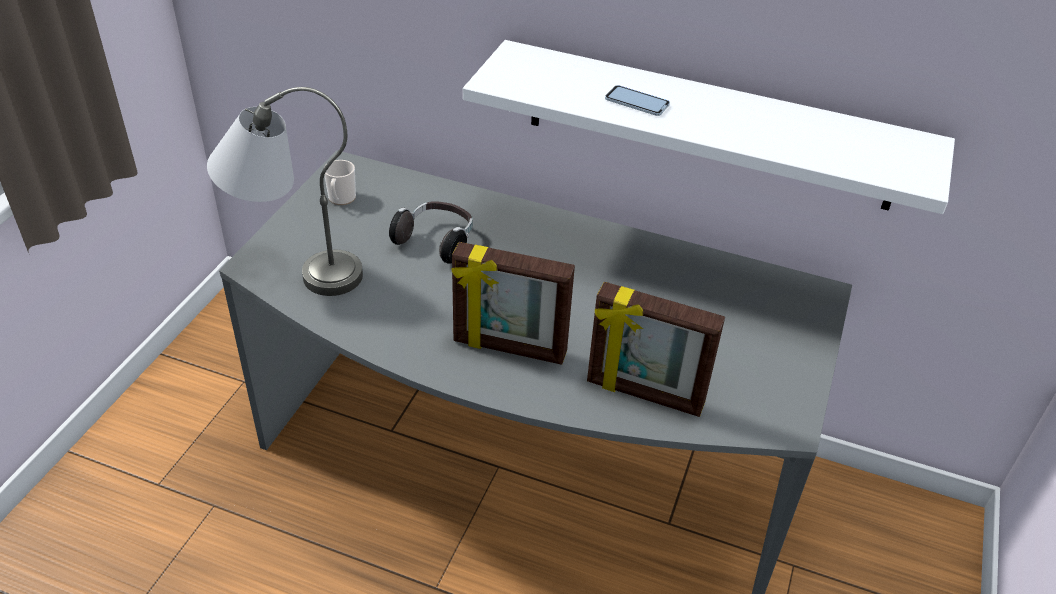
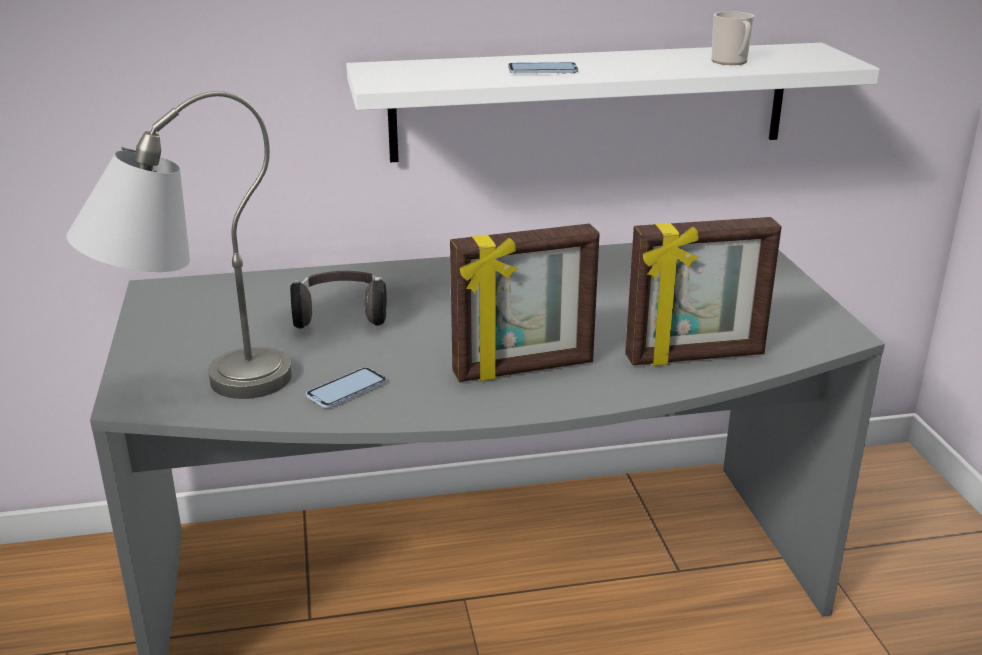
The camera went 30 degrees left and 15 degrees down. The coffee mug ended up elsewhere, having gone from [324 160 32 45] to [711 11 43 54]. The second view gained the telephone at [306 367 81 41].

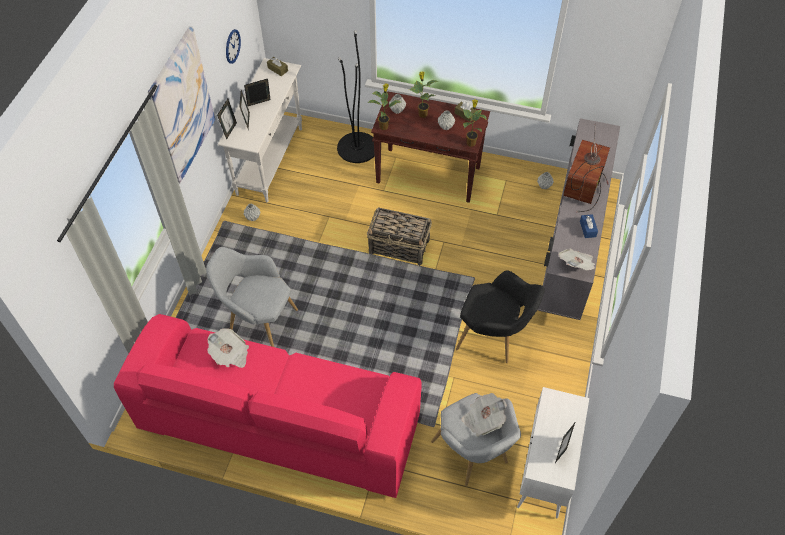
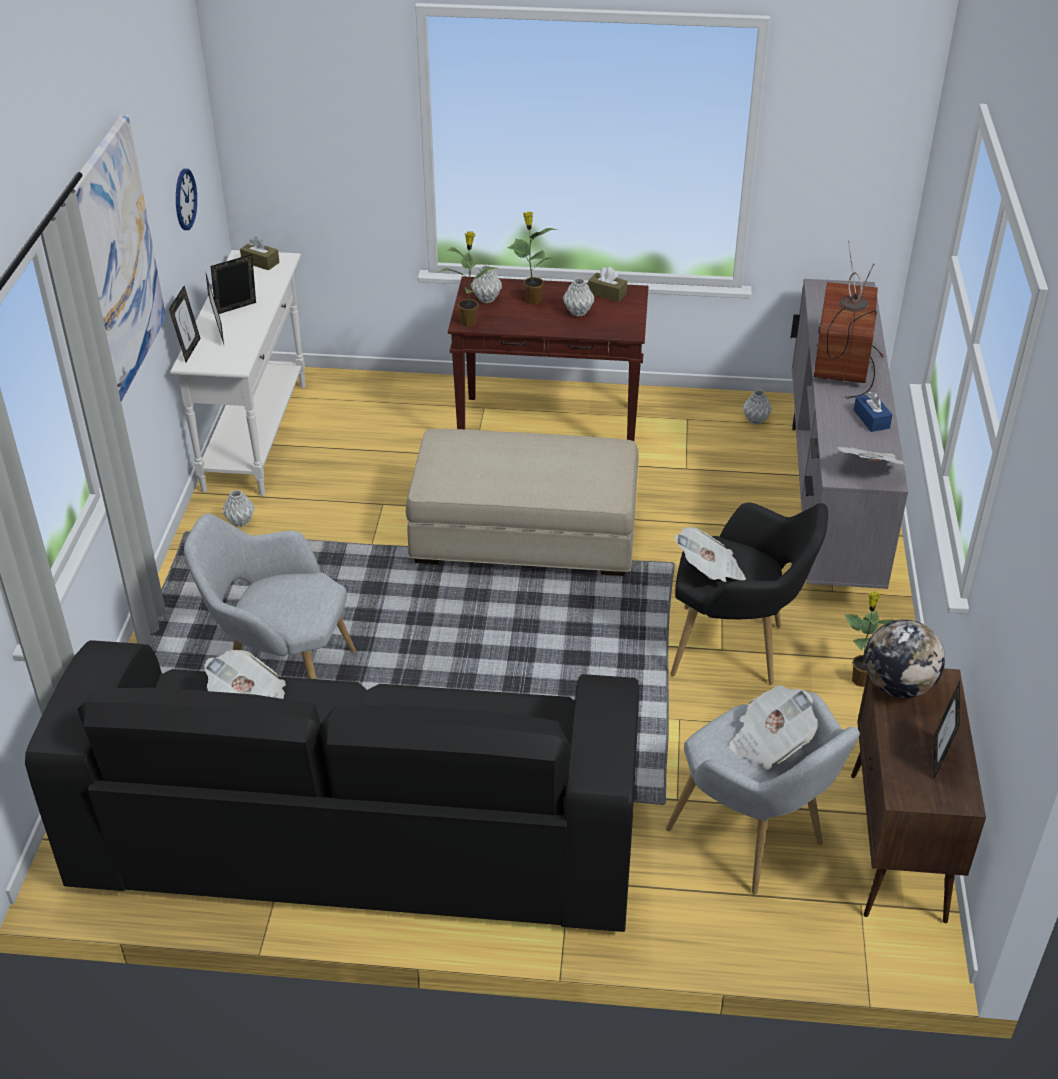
The camera went 10 degrees left and 15 degrees down. The second view lost the black-coloured floor lamp at [337 30 38 133]. The plant in a pot ended up elsewhere, having gone from [463 99 24 48] to [844 591 51 96]. Where the household basket stood at [367 207 65 59], the sand-coloured ottoman came to stand at [406 429 232 147]. What was the pink couch at [114 314 308 184] turned into the black-coloured couch at [25 640 614 292]. What was the whitish cabinet at [517 387 72 132] turned into the brown-coloured cabinet at [851 668 135 255]. The second view gained the daily paper at [674 527 72 55]. The second view gained the desk globe at [865 619 80 79].

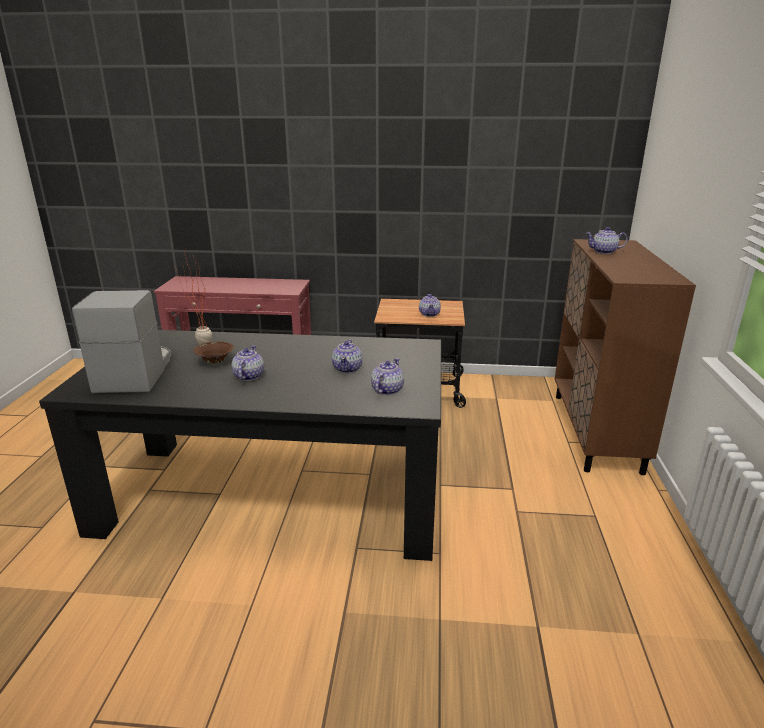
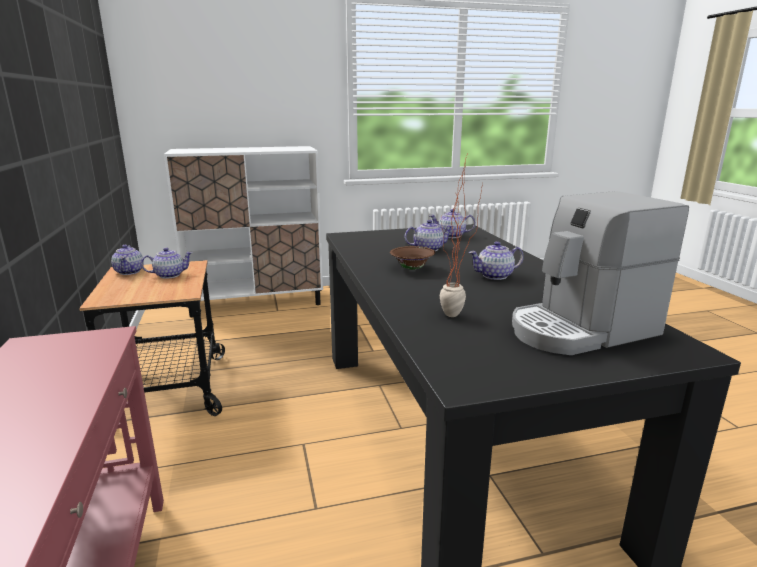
The camera went 110 degrees left and 5 degrees down. The teapot ended up elsewhere, having gone from [586 227 42 27] to [111 245 33 30]. What was the brown-coloured cabinet at [555 239 141 236] turned into the whitish cabinet at [164 146 159 171]. The brown-coloured bowl ended up elsewhere, having gone from [193 341 41 23] to [390 246 45 24].

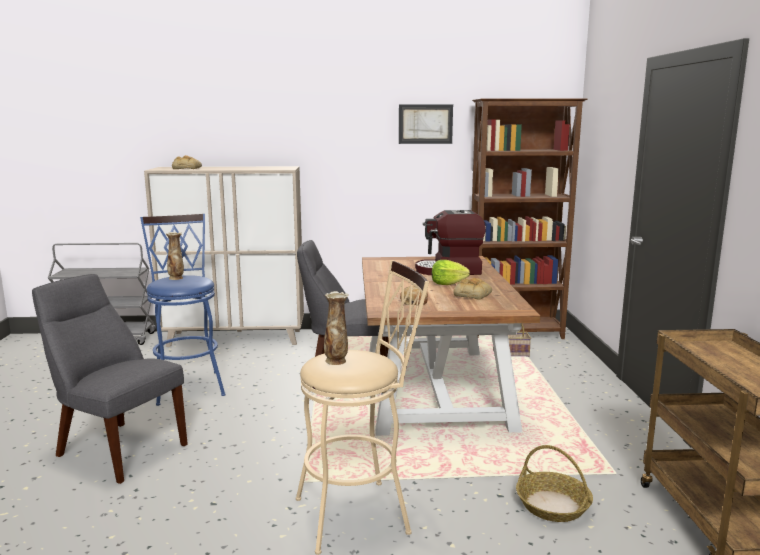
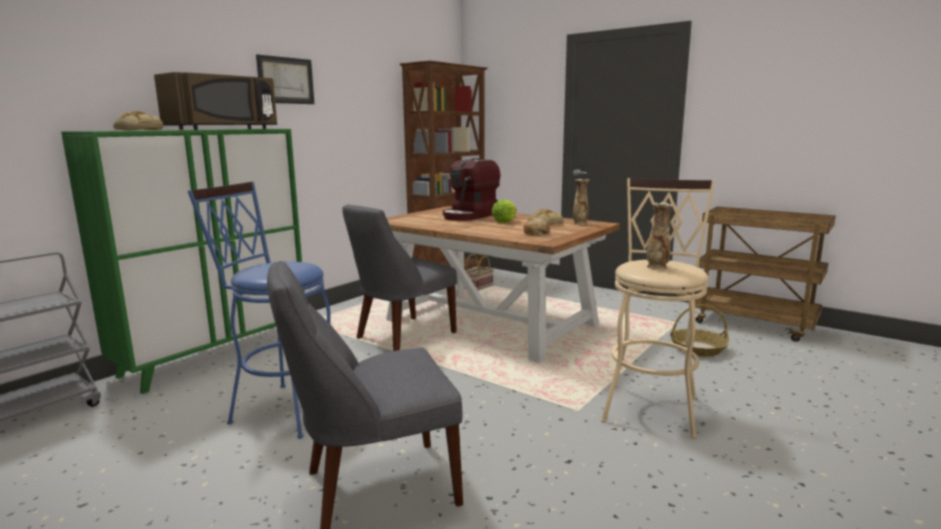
The camera went 50 degrees left and 0 degrees up. The wall picture ended up elsewhere, having gone from [399 104 54 40] to [256 54 58 50]. What was the sand-coloured cabinet at [144 166 160 181] turned into the greenish cabinet at [61 129 244 265]. The flower vase ended up elsewhere, having gone from [166 232 18 48] to [573 179 16 46]. The second view gained the brown-coloured kitchen microwave at [154 72 123 58].

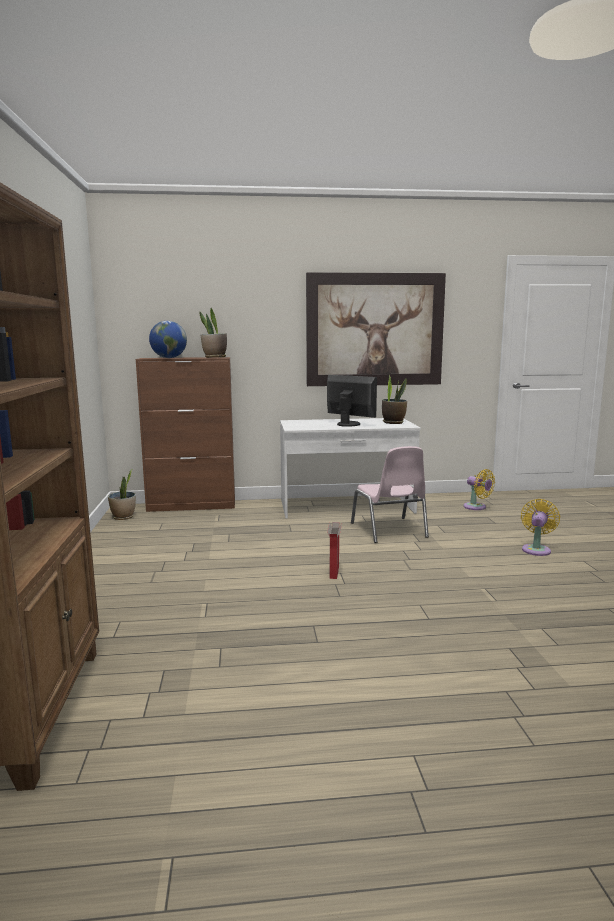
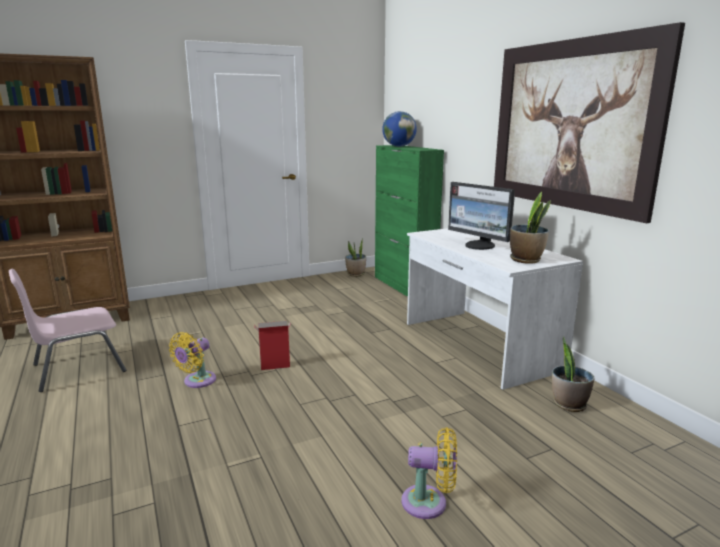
The camera went 70 degrees right and 5 degrees up. The plant in a pot ended up elsewhere, having gone from [199 308 28 50] to [552 337 42 75]. What was the brown-coloured cabinet at [136 357 99 155] turned into the greenish cabinet at [375 145 69 152]. The computer display at [327 375 50 52] ended up facing another way, 120 degrees clockwise from before. The pink plain chair ended up elsewhere, having gone from [351 446 78 97] to [9 269 117 123]. The yellow fan ended up elsewhere, having gone from [463 469 32 41] to [169 332 47 56].

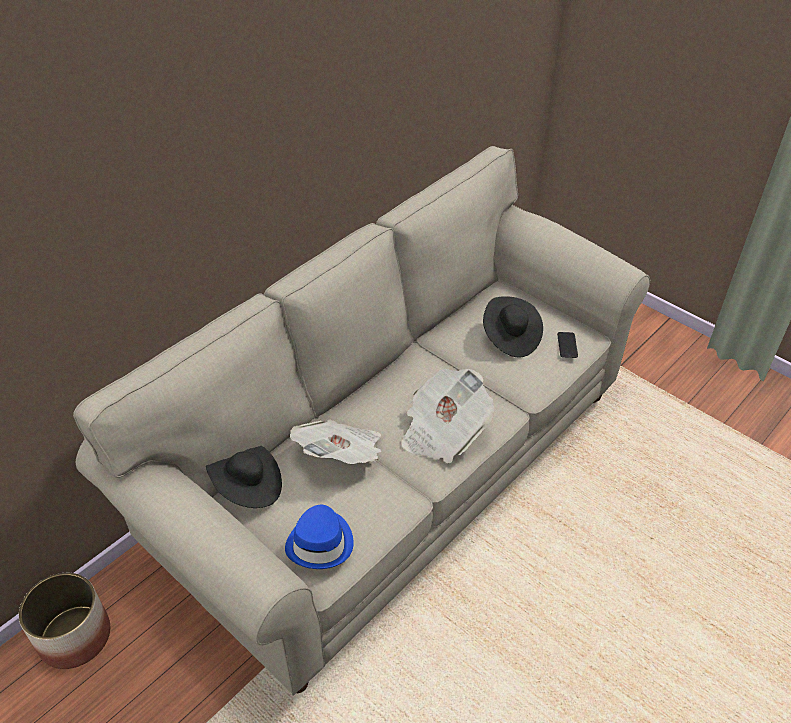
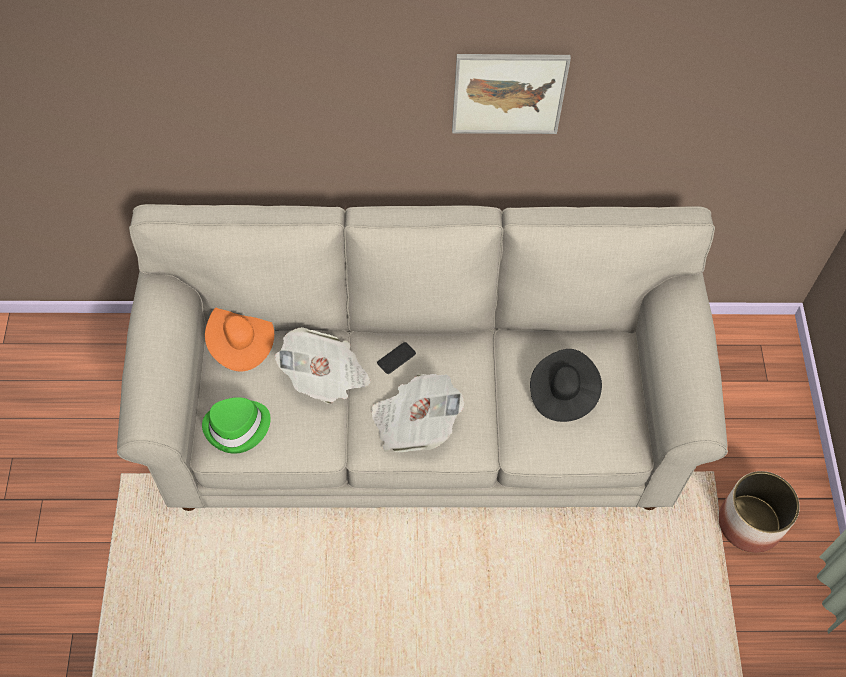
The camera went 45 degrees right and 15 degrees up. The telephone ended up elsewhere, having gone from [557 332 21 26] to [377 342 39 32]. What was the black-coloured hat at [206 446 76 62] turned into the orangey hat at [205 307 69 65]. What was the blue hat at [285 505 69 64] turned into the greenish hat at [202 397 69 57]. The flower pot ended up elsewhere, having gone from [19 573 91 96] to [719 471 81 82]. The second view gained the wall picture at [452 54 119 80].

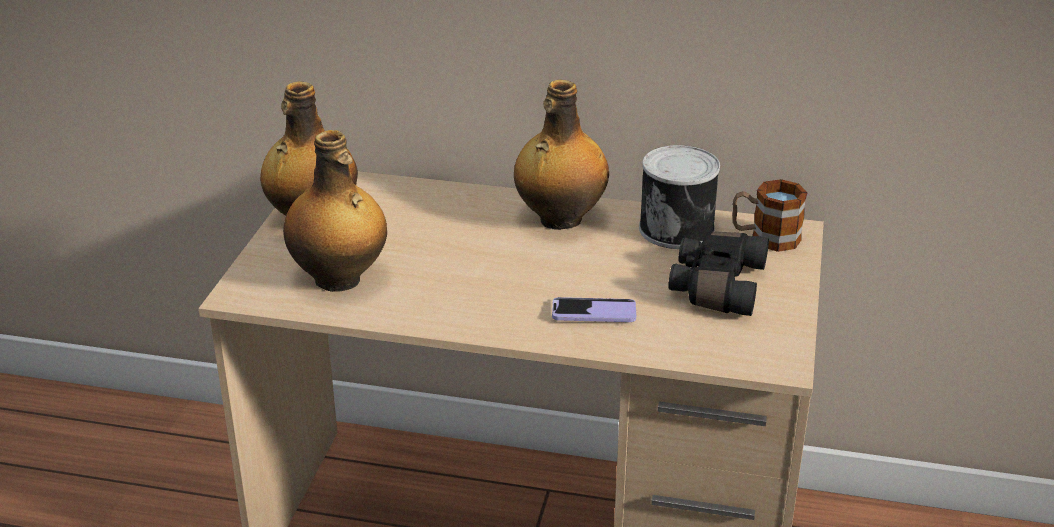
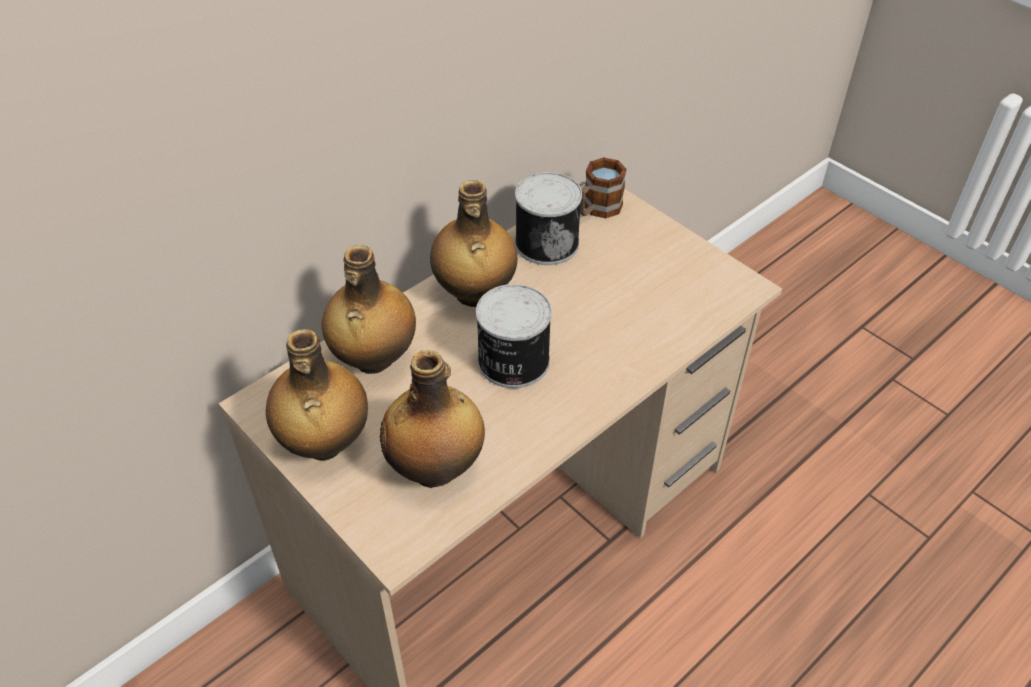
The camera went 55 degrees left and 15 degrees up. The second view lost the black-coloured binoculars at [668 231 101 85]. The second view lost the telephone at [552 297 84 25]. The second view gained the beverage bottle at [322 245 94 129]. The second view gained the sealed can at [476 284 76 104].

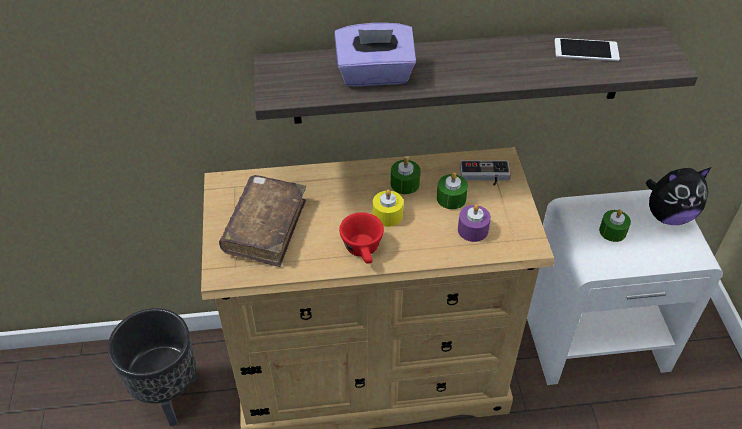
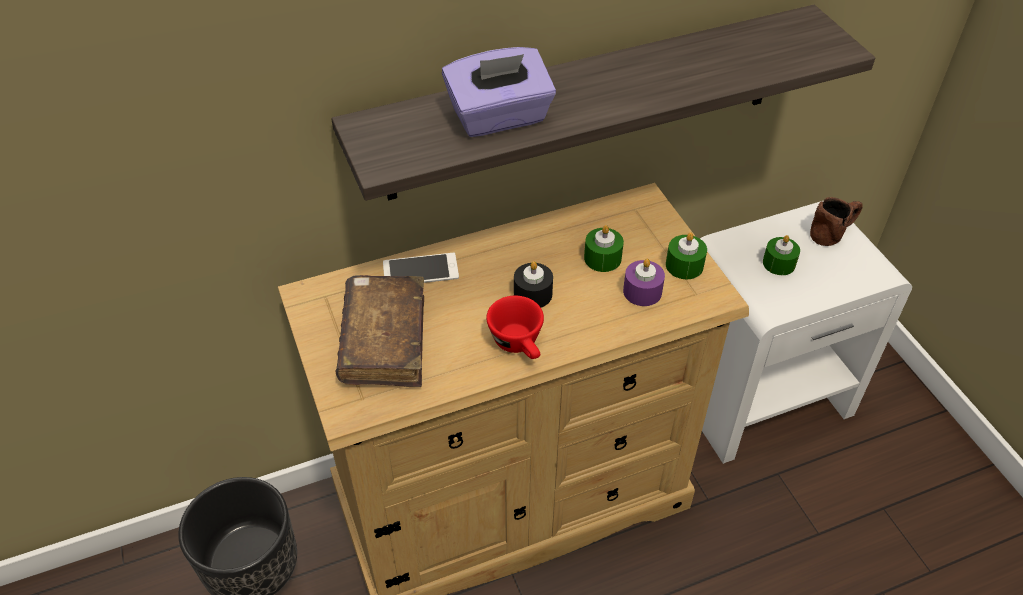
The camera went 15 degrees left and 0 degrees up. The telephone ended up elsewhere, having gone from [555 38 65 23] to [383 253 76 30]. The greenish candle ended up elsewhere, having gone from [391 158 29 36] to [666 232 41 47]. The second view lost the gamepad at [460 160 51 26]. Where the soft toy stood at [645 167 67 58], the brown-coloured coffee mug came to stand at [810 197 53 49]. What was the yellow candle at [373 190 30 37] turned into the black-coloured candle at [514 261 39 46].

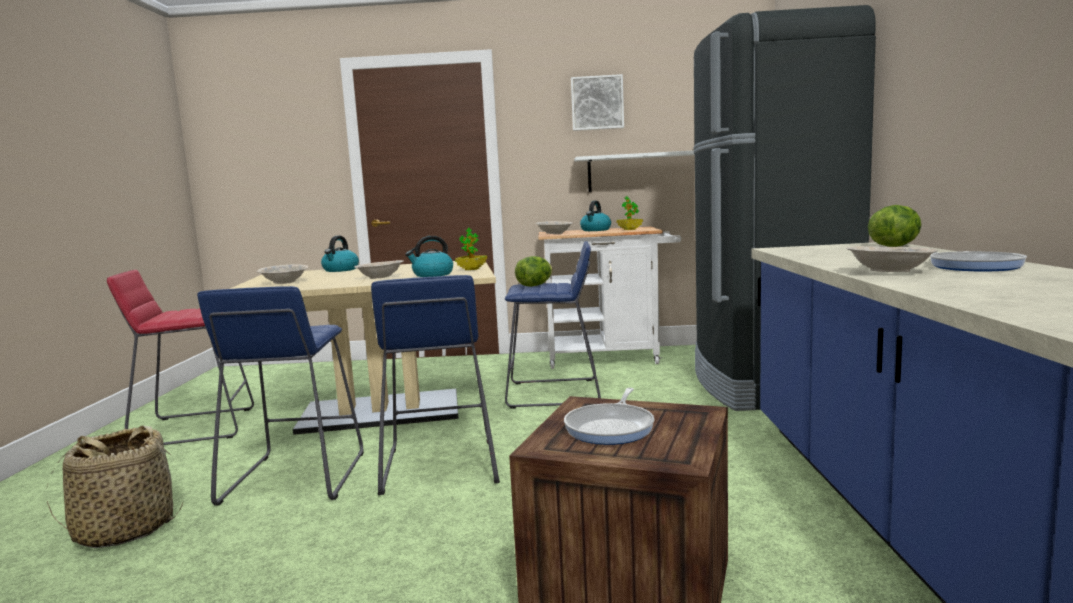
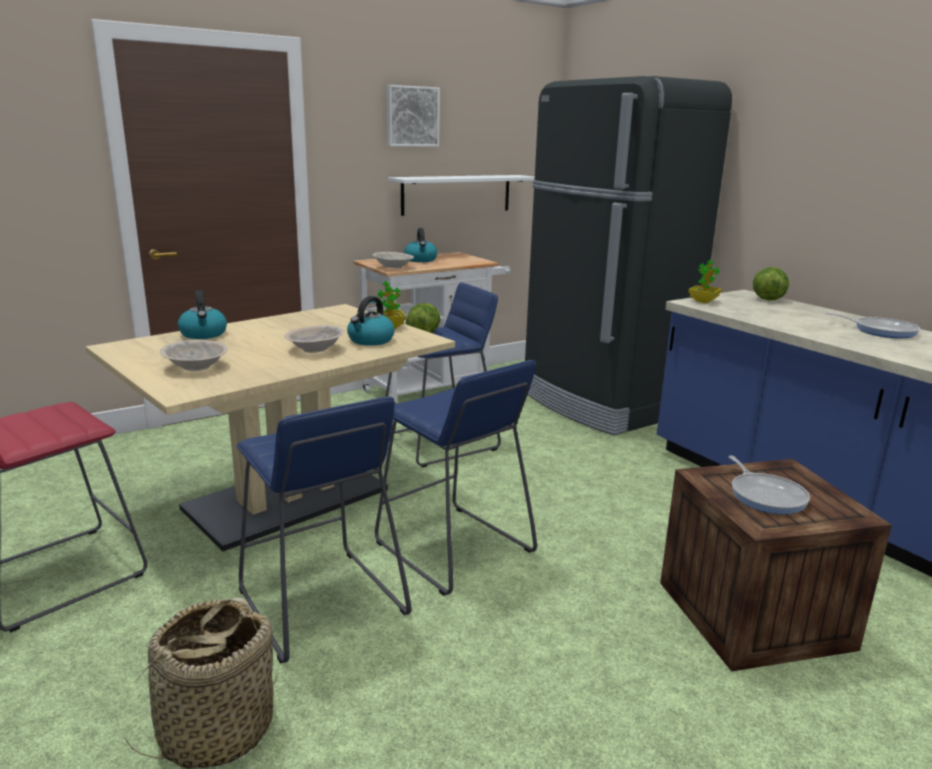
The camera went 35 degrees left and 10 degrees up. The plant in a pot ended up elsewhere, having gone from [617 196 26 34] to [688 260 34 43]. The second view lost the sand-coloured bowl at [846 246 92 26].

